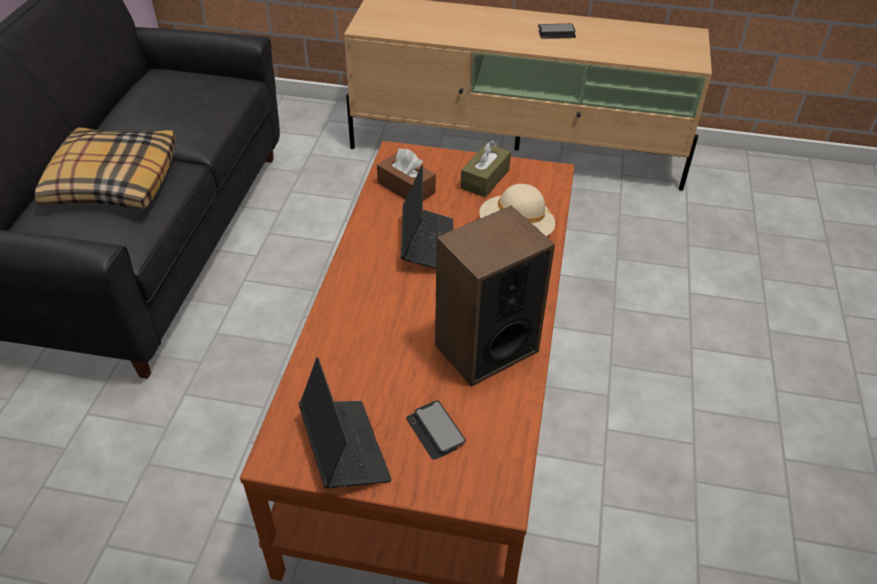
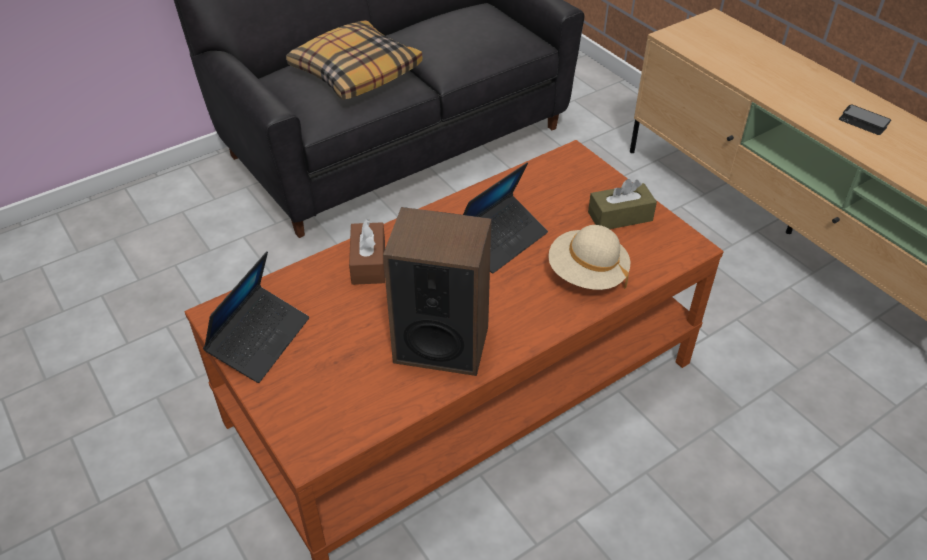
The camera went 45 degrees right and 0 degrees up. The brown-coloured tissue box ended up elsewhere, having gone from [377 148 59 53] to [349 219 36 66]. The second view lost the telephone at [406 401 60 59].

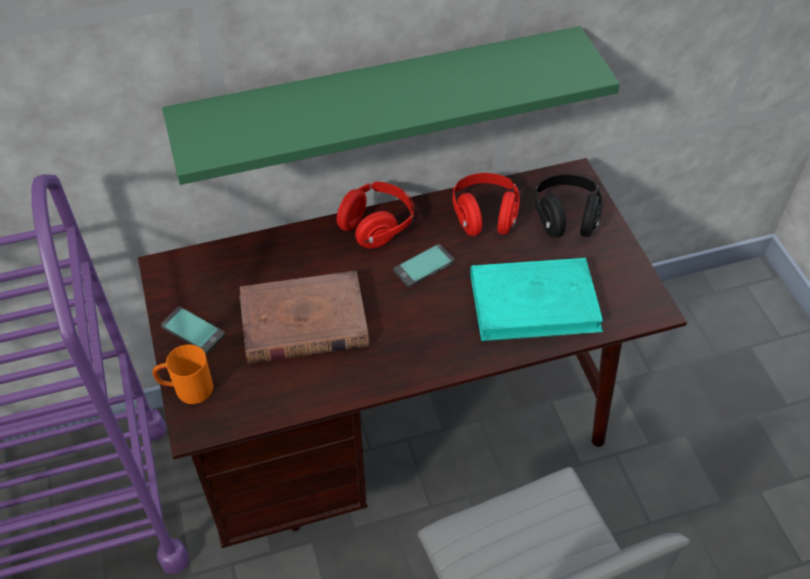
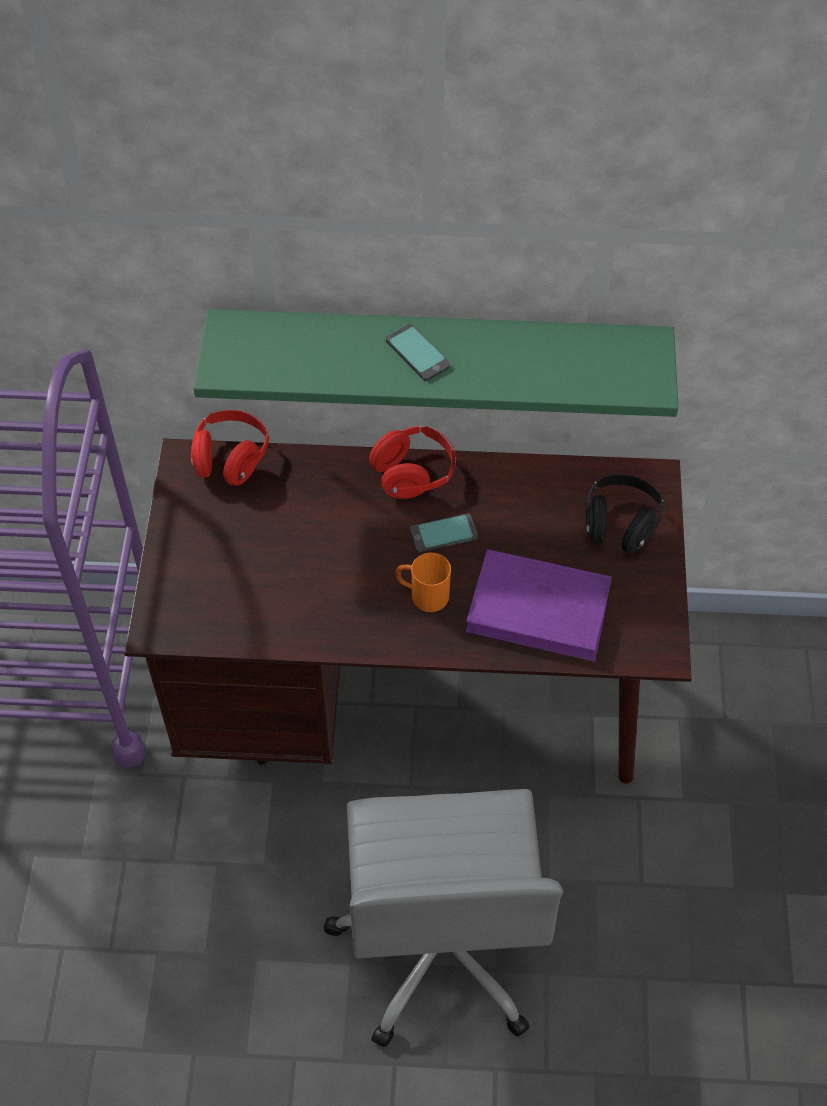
The camera went 20 degrees right and 5 degrees up. The reddish headset ended up elsewhere, having gone from [453 173 67 63] to [190 410 79 75]. What was the turquoise bound book at [470 258 133 83] turned into the purple-coloured bound book at [466 549 146 113]. The second view lost the brown-coloured bound book at [239 271 131 93]. The telephone ended up elsewhere, having gone from [161 307 64 47] to [386 324 65 57]. The orangey coffee mug ended up elsewhere, having gone from [152 345 61 59] to [396 553 55 59].

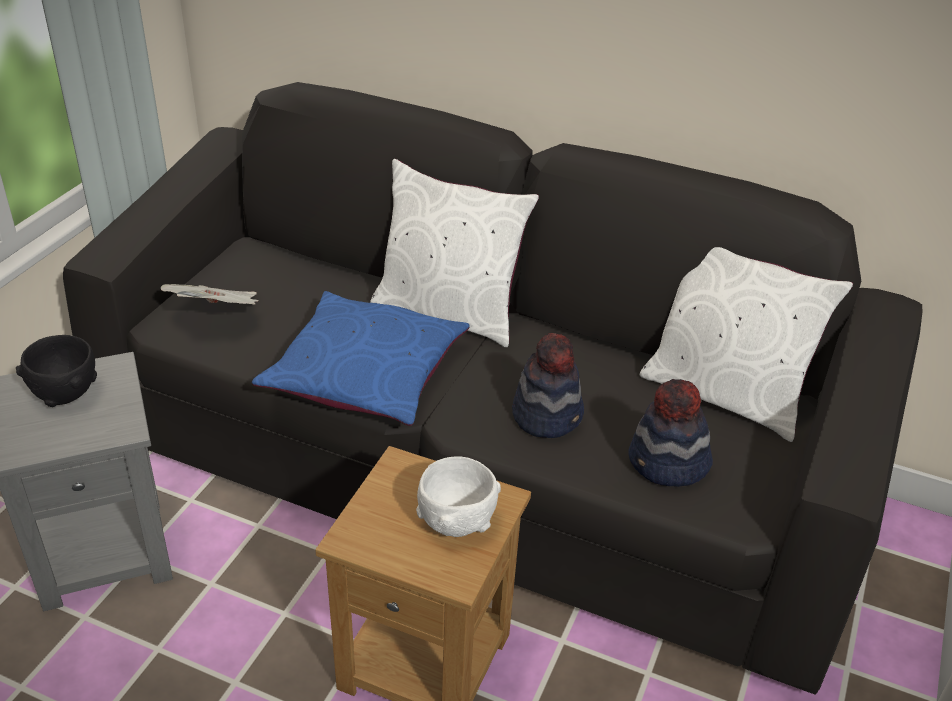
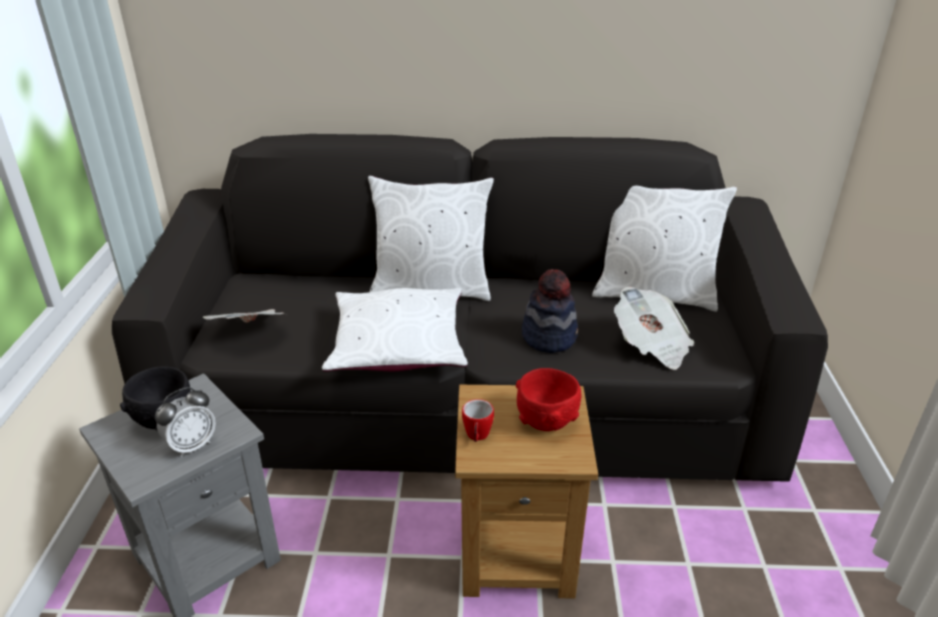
The camera went 20 degrees left and 5 degrees down. What was the blue throw pillow at [252 291 218 135] turned into the whitish throw pillow at [322 288 146 84]. Where the hat stood at [629 379 84 108], the daily paper came to stand at [614 286 80 84]. What was the whitish bowl at [416 456 85 81] turned into the reddish bowl at [516 368 65 63]. The second view gained the alarm clock at [155 387 61 70]. The second view gained the coffee mug at [462 399 32 43].

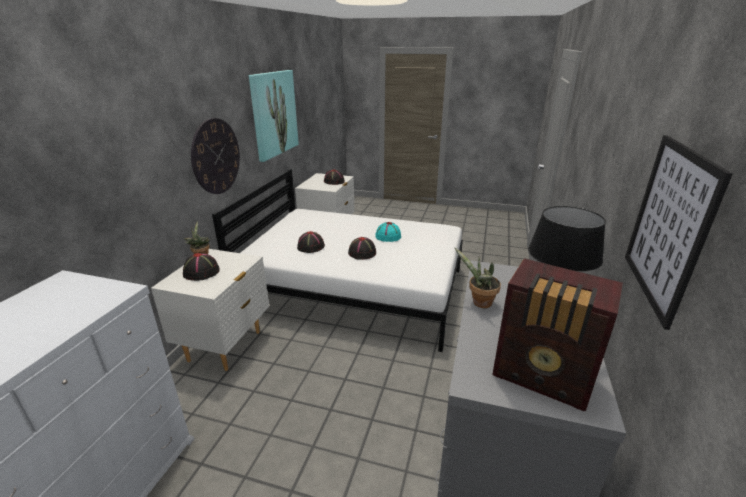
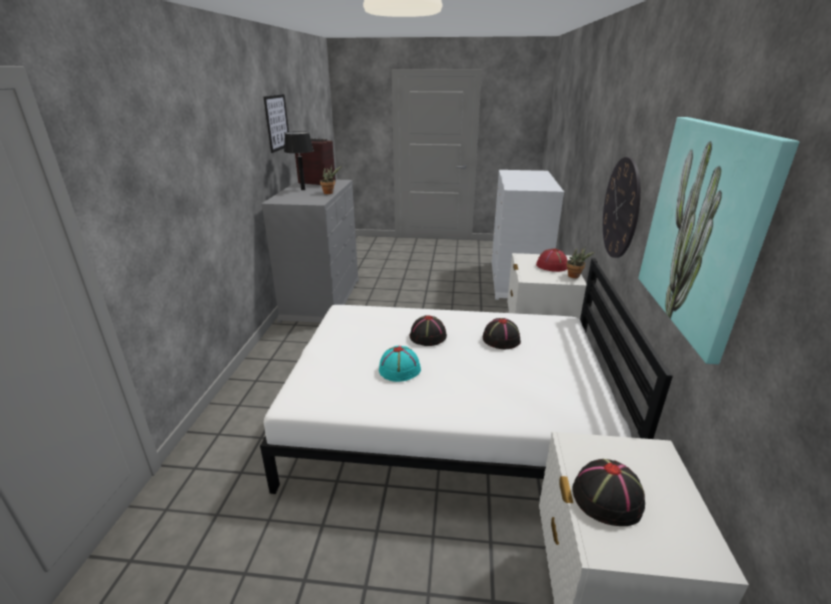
The camera went 170 degrees right and 0 degrees up. What was the black-coloured hat at [183 253 37 28] turned into the reddish hat at [536 249 32 23].

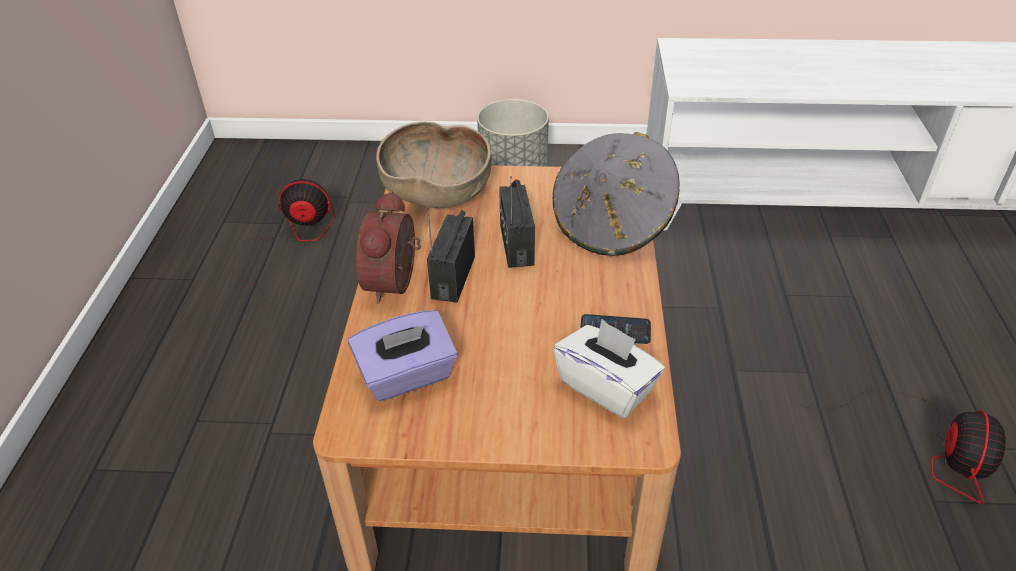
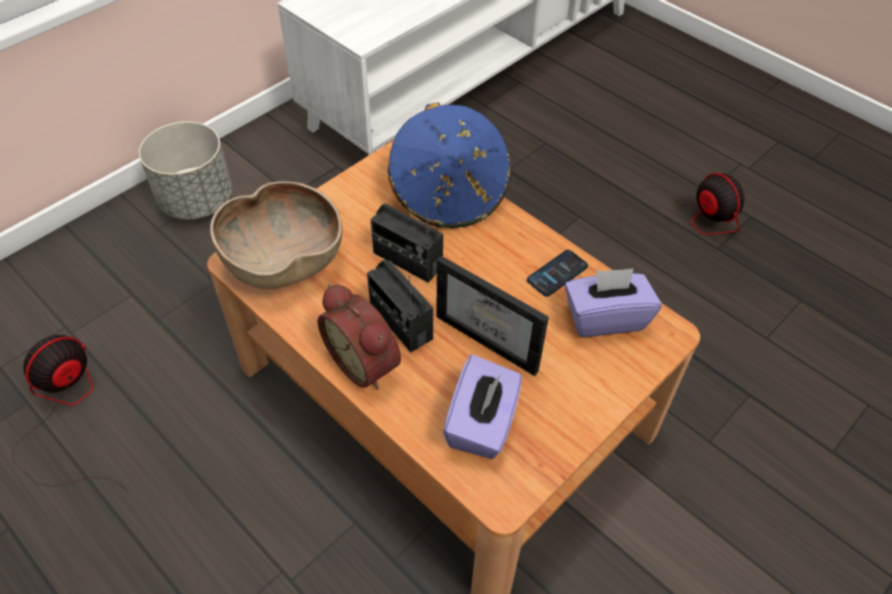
The camera went 50 degrees left and 10 degrees up. What was the grey hat at [552 132 128 124] turned into the blue hat at [388 102 123 126]. What was the whitish tissue box at [553 319 112 99] turned into the purple-coloured tissue box at [565 268 97 69]. The second view gained the standing frame at [437 256 112 120].

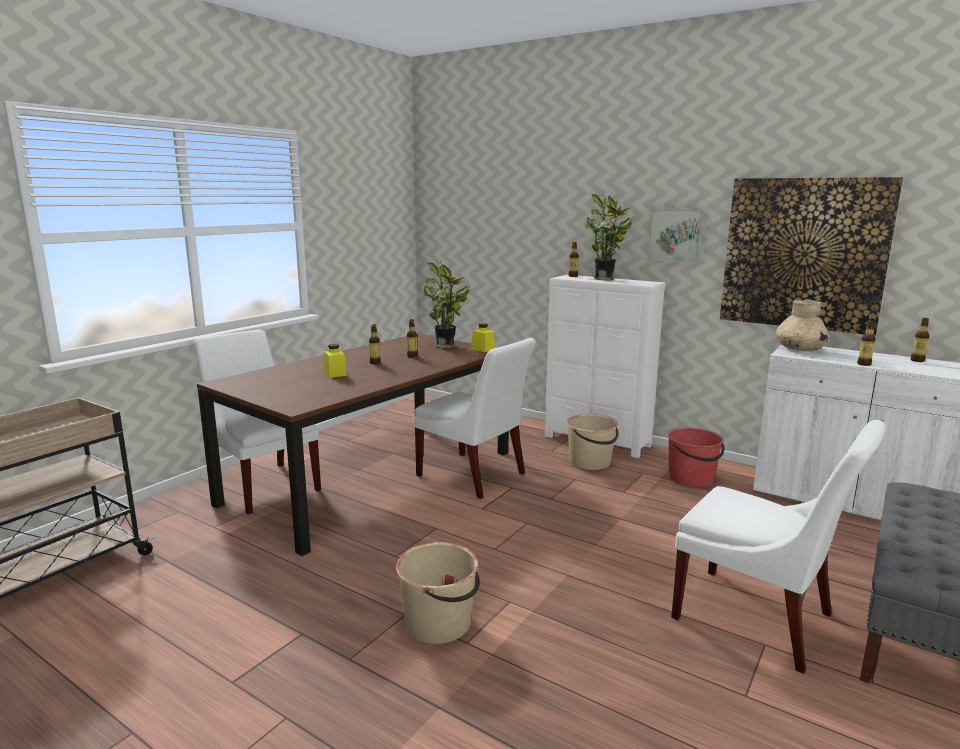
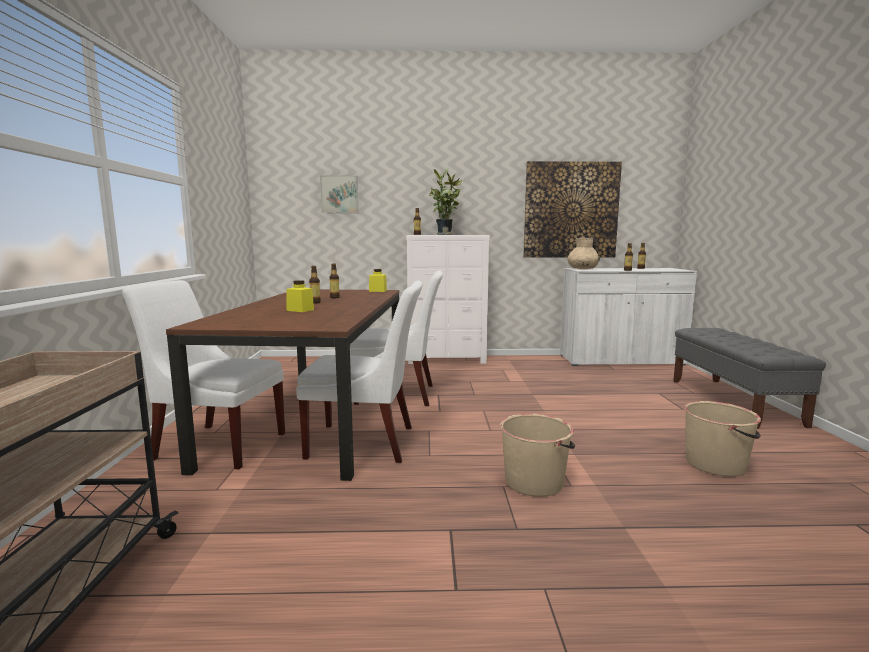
The camera went 35 degrees left and 5 degrees down. The wall picture ended up elsewhere, having gone from [647 209 57 54] to [320 175 38 38]. The second view lost the plant in a pot at [424 262 47 86]. The sand-coloured water bucket ended up elsewhere, having gone from [566 414 53 56] to [684 401 77 76]. The whitish plain chair ended up elsewhere, having gone from [671 420 215 254] to [296 281 127 182]. The second view lost the reddish water bucket at [667 428 58 59].

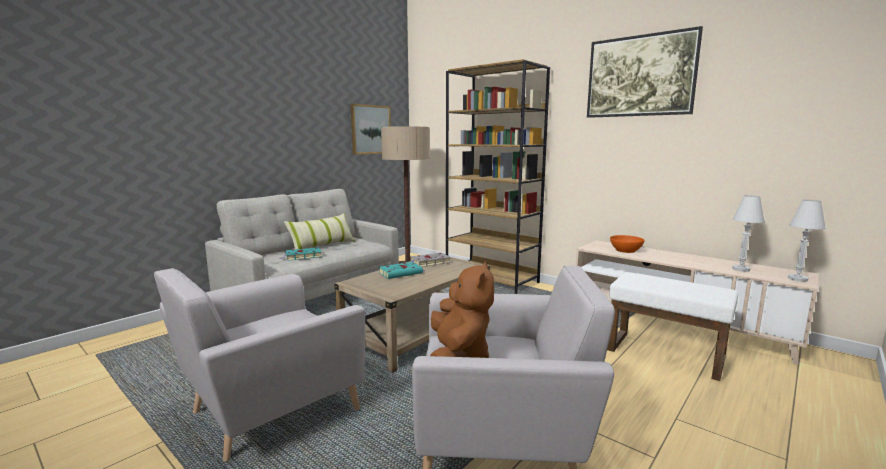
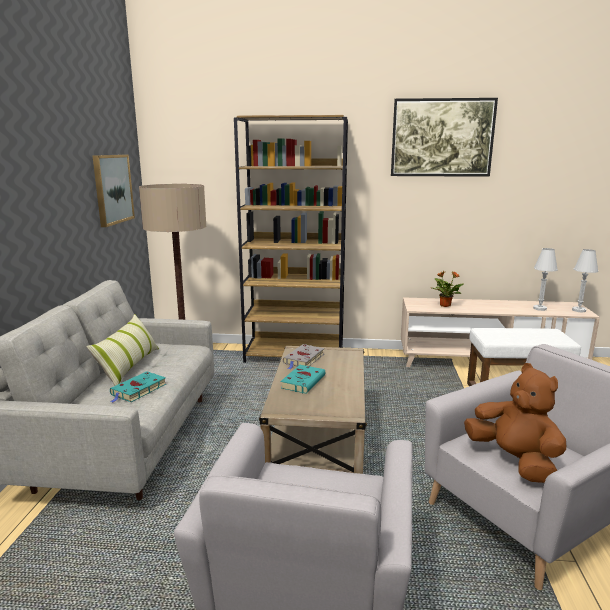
The camera went 35 degrees left and 5 degrees up. Where the orangey bowl stood at [610 235 34 18], the plant in a pot came to stand at [432 271 31 36].

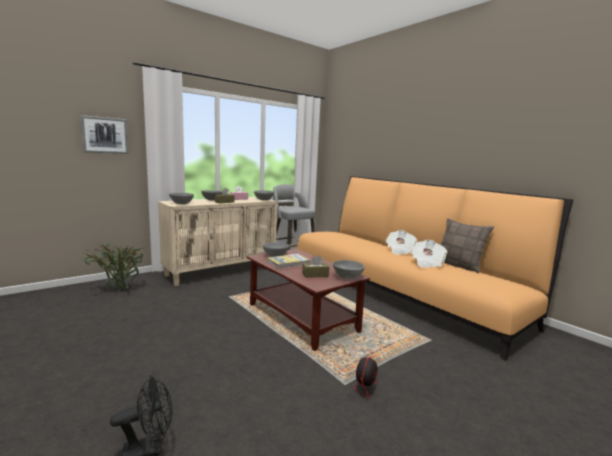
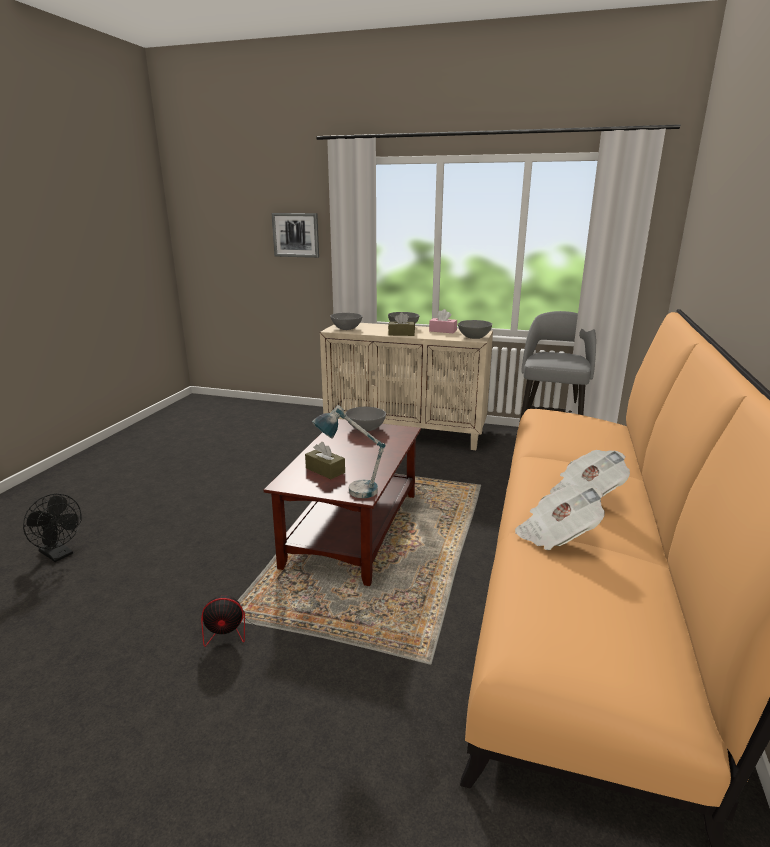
The camera went 55 degrees right and 10 degrees up. The second view lost the throw pillow at [441 218 53 55]. The second view lost the plant in a pot at [84 243 59 48]. The second view lost the bound book at [267 254 43 15]. Where the grey bowl stood at [333 260 32 19], the table lamp came to stand at [312 405 74 93].

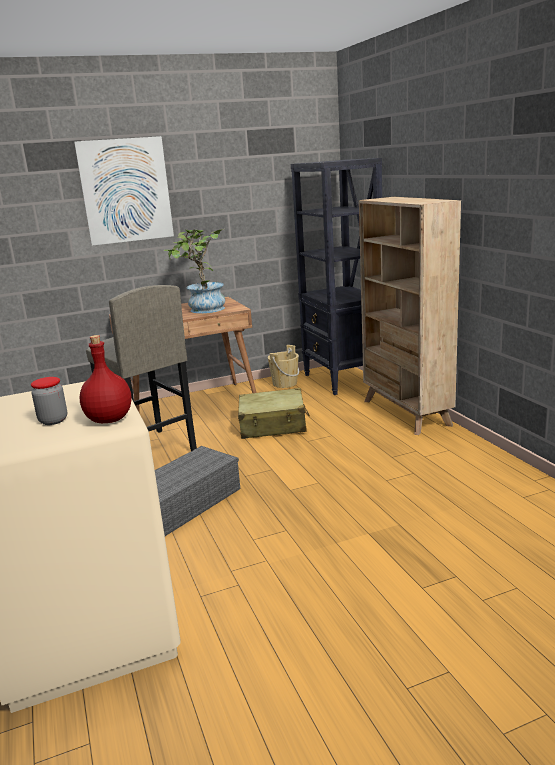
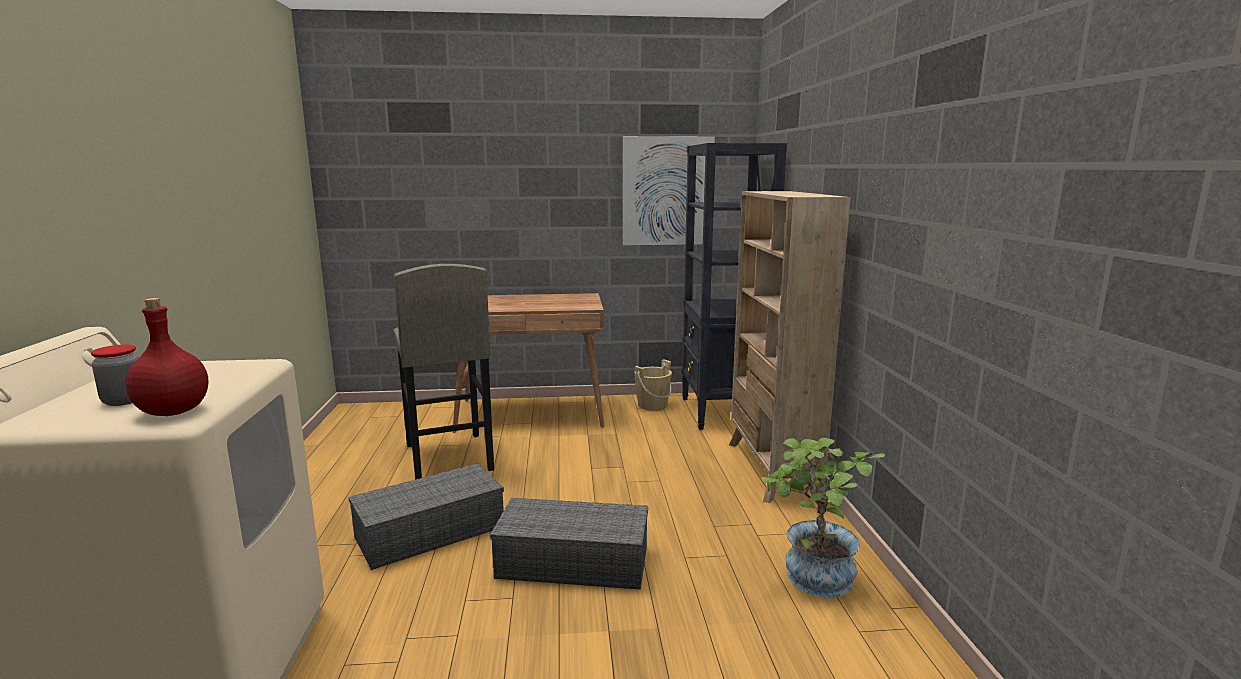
The camera went 15 degrees right and 5 degrees down. The wall picture ended up elsewhere, having gone from [74 136 100 110] to [623 136 92 109]. The plant in a pot ended up elsewhere, having gone from [164 229 61 84] to [762 438 123 160]. The second view lost the sand-coloured suitcase at [238 388 72 51]. The second view gained the grey storage bin at [490 498 158 92].

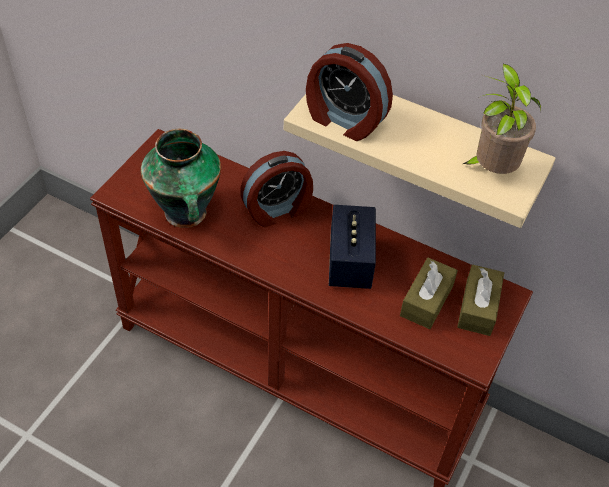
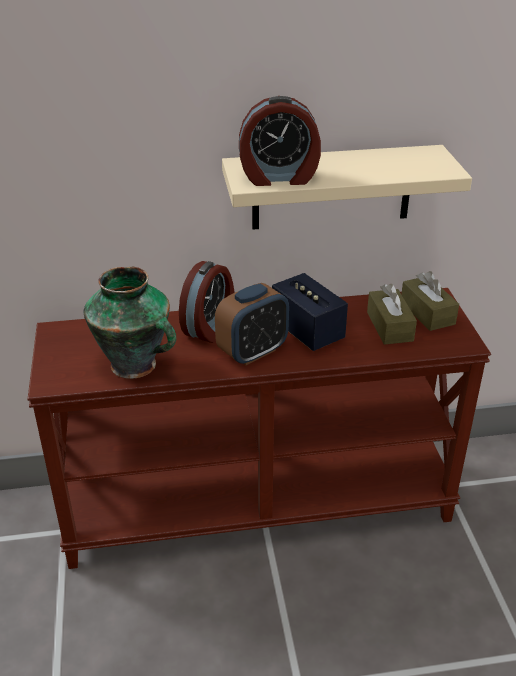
The camera went 35 degrees left and 15 degrees down. The second view lost the plant in a pot at [463 63 78 111]. The second view gained the alarm clock at [215 283 74 82].

